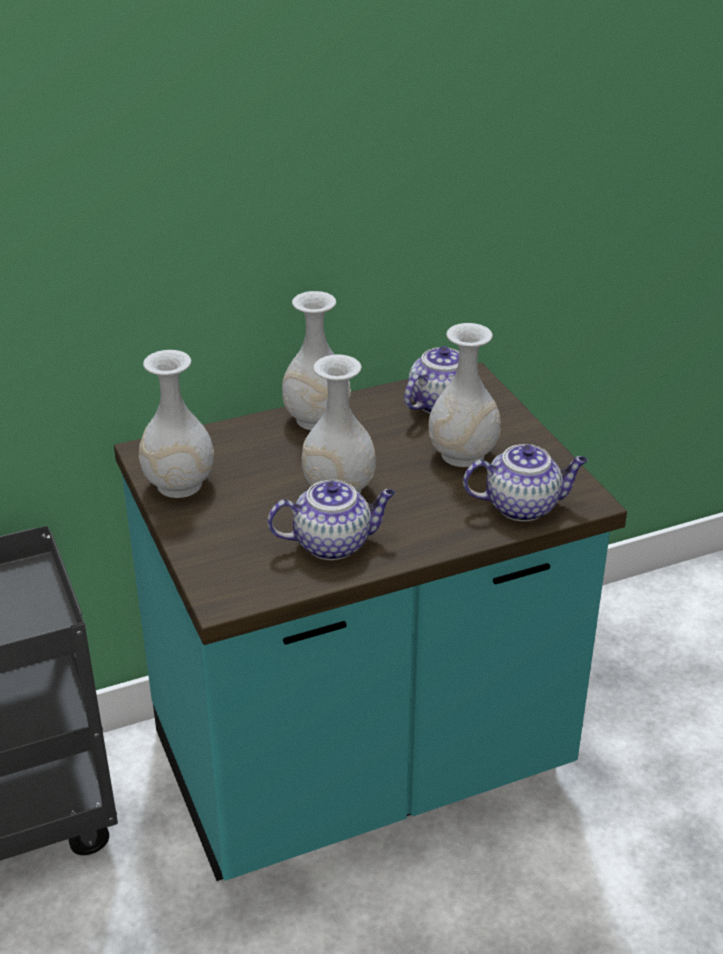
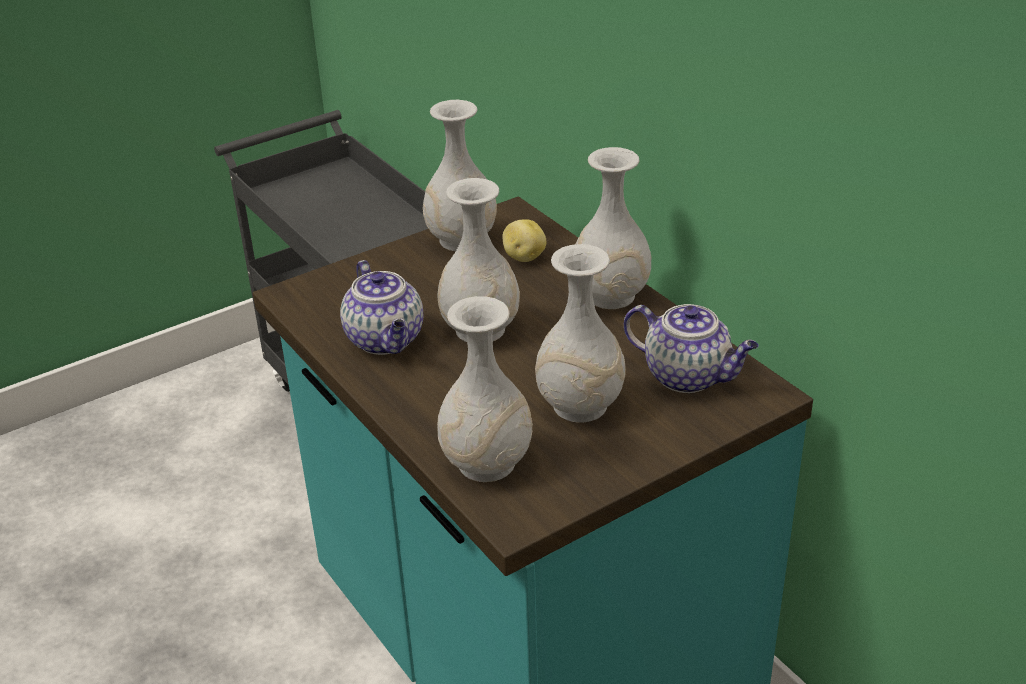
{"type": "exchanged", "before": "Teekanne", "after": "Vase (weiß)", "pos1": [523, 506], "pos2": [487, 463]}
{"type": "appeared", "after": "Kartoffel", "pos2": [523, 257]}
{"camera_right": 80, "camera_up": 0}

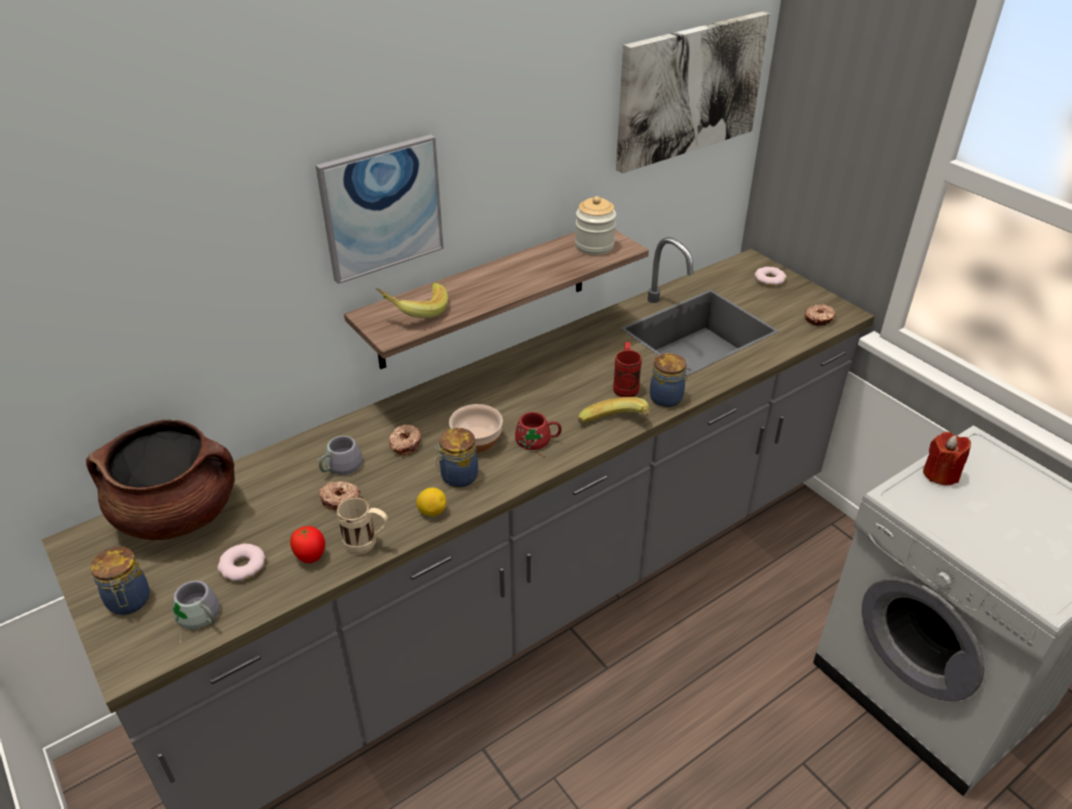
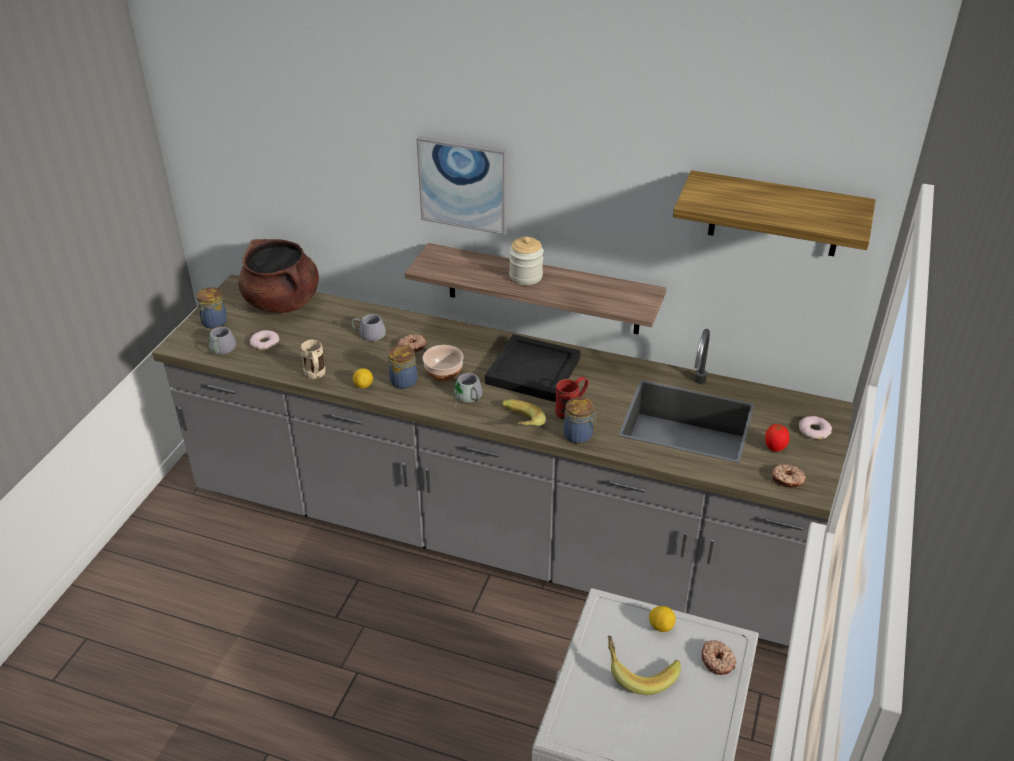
{"type": "colour", "before": "Henkelbecher (rot)", "after": "Henkelbecher (grau)", "pos1": [537, 442], "pos2": [467, 398]}
{"type": "appeared", "after": "Tablett (schwarz)", "pos2": [533, 372]}
{"type": "relocated", "before": "Vorratsglas", "pos1": [594, 246], "pos2": [526, 276]}
{"type": "relocated", "before": "Banane", "pos1": [414, 311], "pos2": [639, 672]}
{"type": "exchanged", "before": "Kerze (rot)", "after": "Zitrone", "pos1": [940, 474], "pos2": [661, 626]}
{"type": "exchanged", "before": "Bild", "after": "Wandregal", "pos1": [689, 90], "pos2": [775, 214]}
{"type": "relocated", "before": "Donut", "pos1": [340, 499], "pos2": [717, 661]}
{"type": "relocated", "before": "Tomate", "pos1": [311, 557], "pos2": [774, 448]}
{"camera_right": 55, "camera_up": 0}

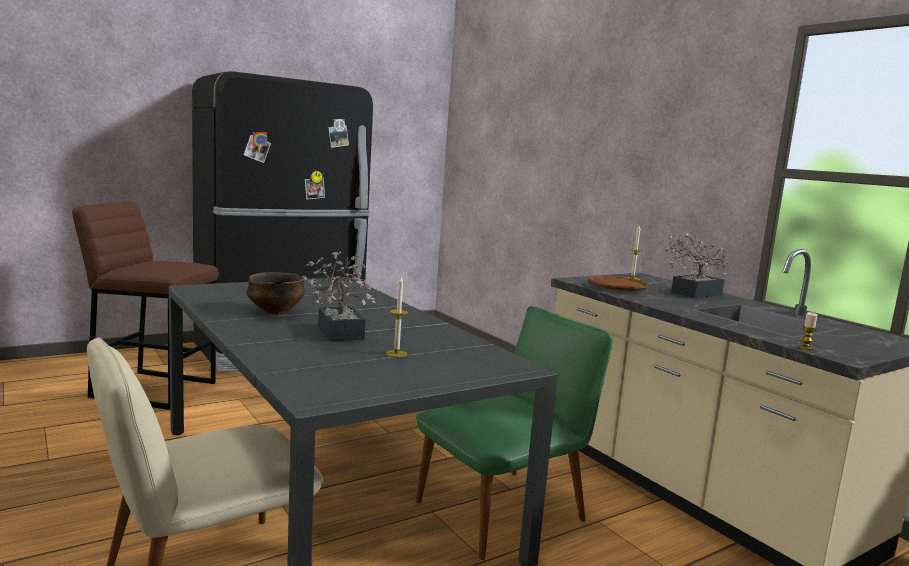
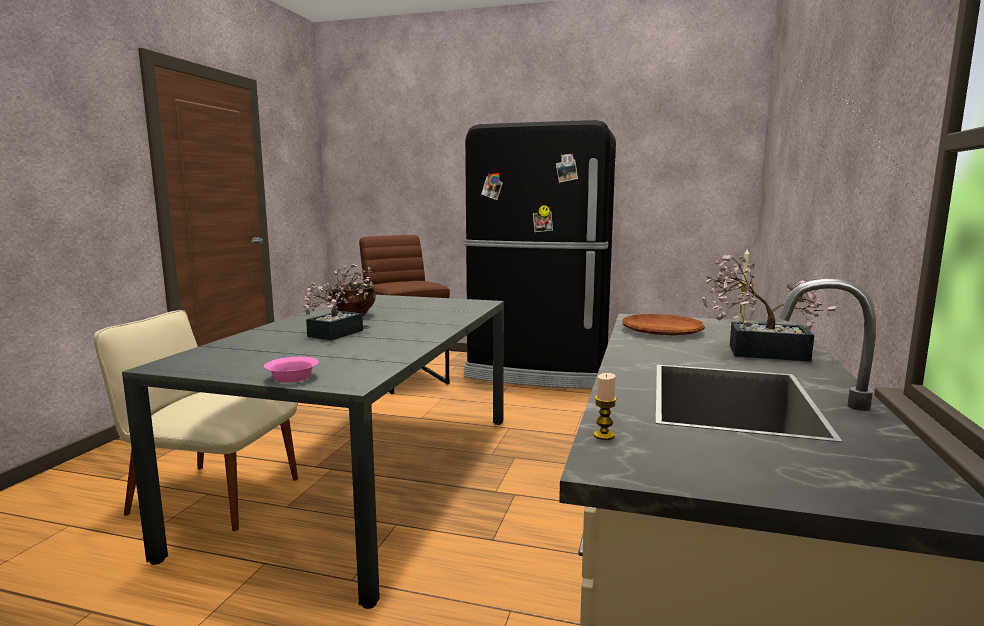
{"type": "appeared", "after": "Schüssel (rosa)", "pos2": [293, 378]}
{"type": "missing", "before": "Kerze", "pos1": [396, 353]}
{"type": "missing", "before": "Stuhl (grün)", "pos1": [500, 511]}
{"camera_right": 50, "camera_up": 0}

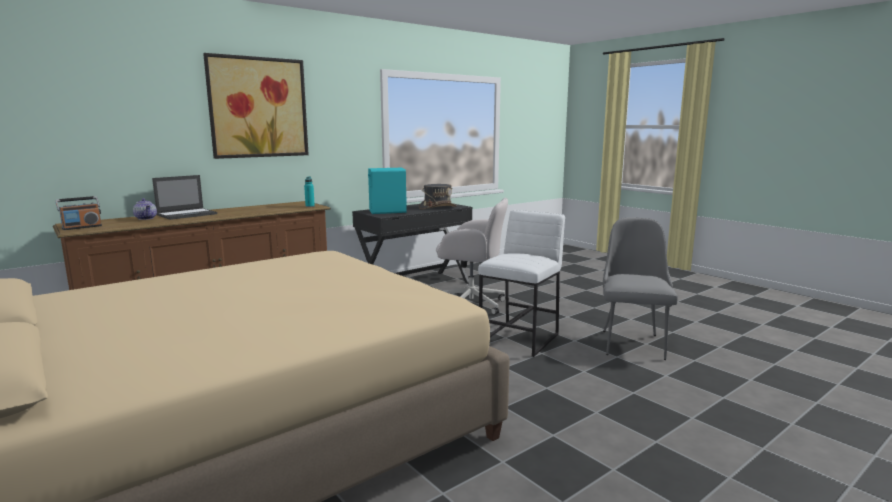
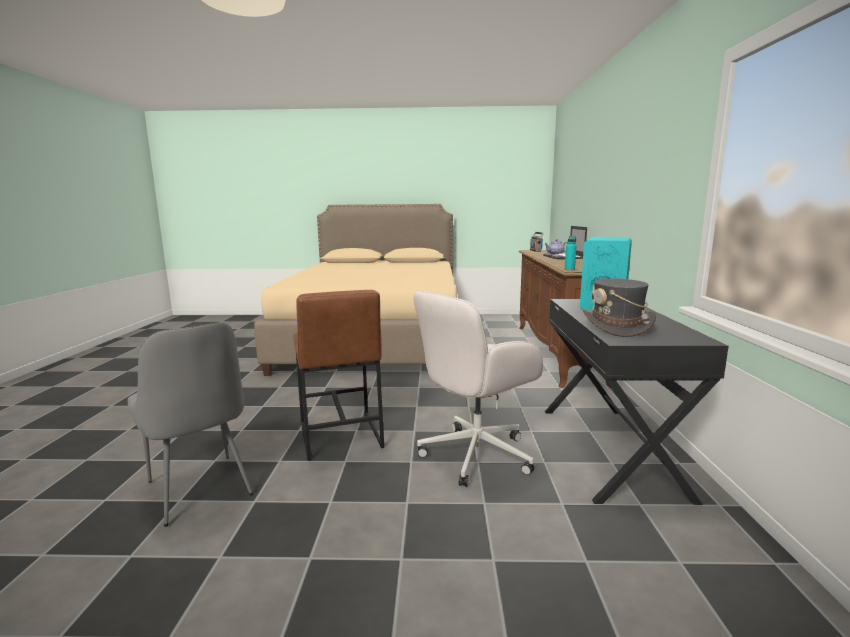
{"type": "colour", "before": "Stuhl (weiß)", "after": "Stuhl (braun)", "pos1": [520, 338], "pos2": [340, 436]}
{"type": "missing", "before": "Bild", "pos1": [258, 107]}
{"camera_right": 130, "camera_up": 0}

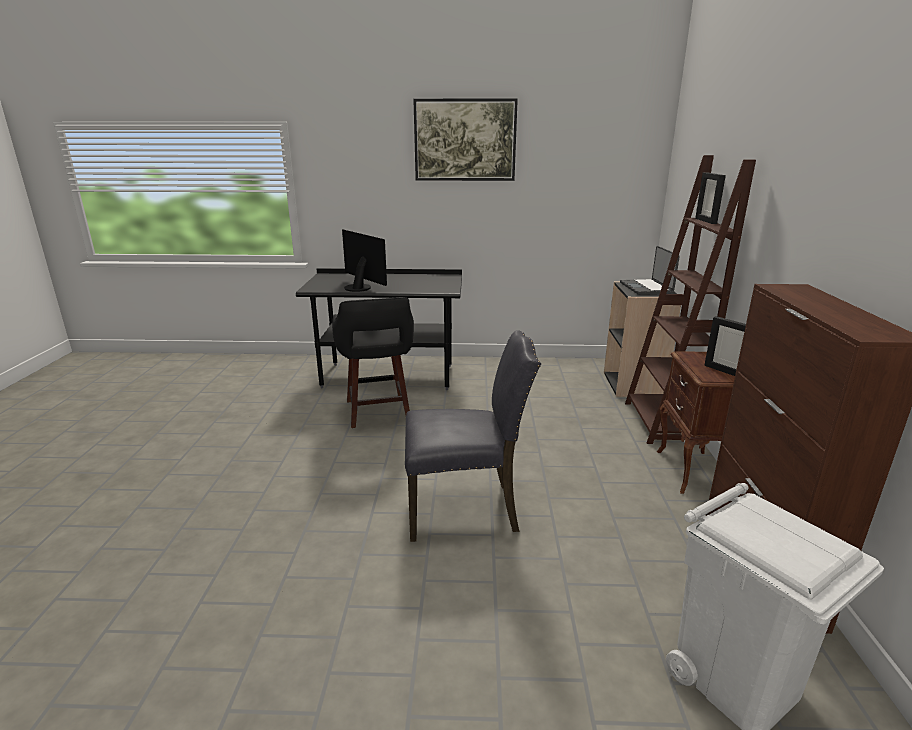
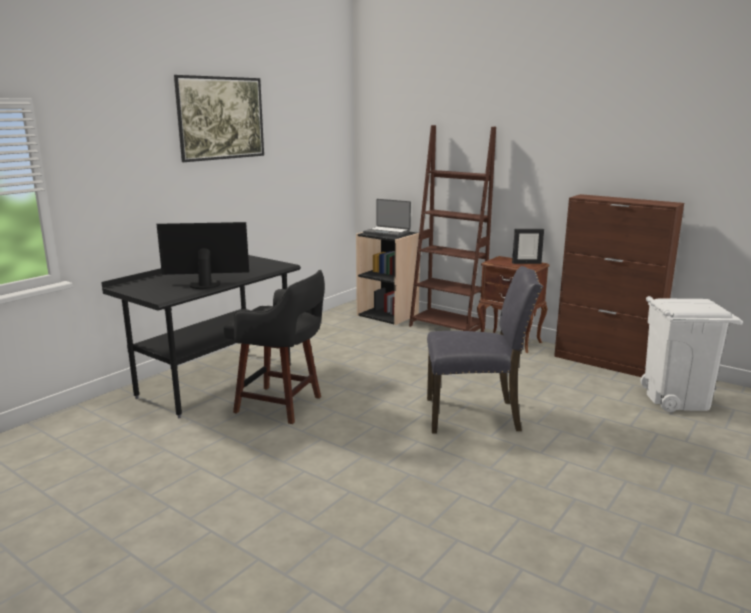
{"type": "spun", "before": "Stuhl (grau)", "pos1": [465, 509], "pos2": [475, 415], "turn": 60}
{"type": "missing", "before": "Bilderrahmen", "pos1": [706, 221]}
{"camera_right": -55, "camera_up": -5}

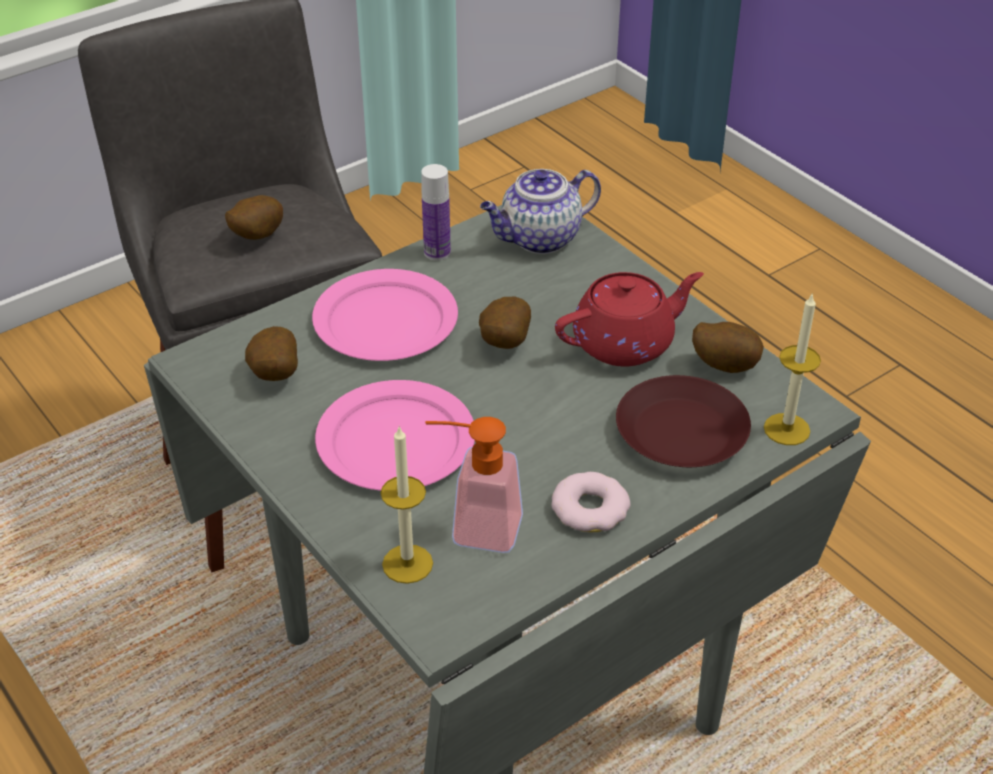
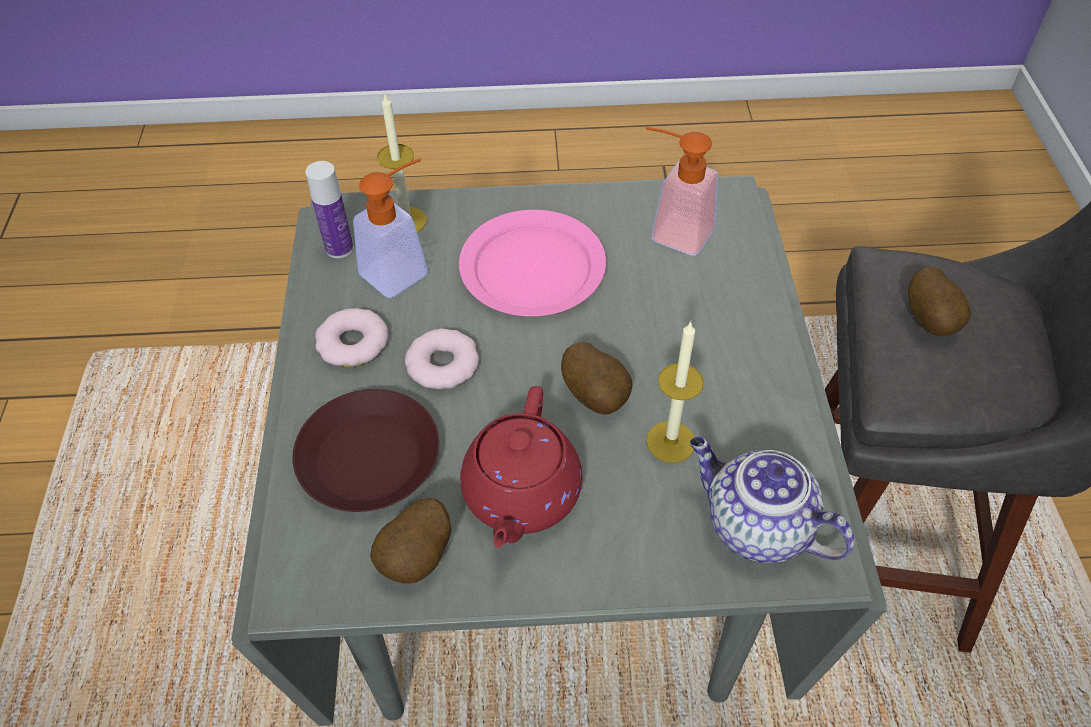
{"type": "relocated", "before": "Flasche", "pos1": [437, 252], "pos2": [339, 248]}
{"type": "appeared", "after": "Donut", "pos2": [442, 364]}
{"type": "exchanged", "before": "Kartoffel", "after": "Seifenspender", "pos1": [274, 376], "pos2": [672, 231]}
{"type": "relocated", "before": "Kerze", "pos1": [786, 429], "pos2": [670, 441]}
{"type": "spun", "before": "Teekanne", "pos1": [539, 239], "pos2": [755, 526], "turn": -60}
{"type": "missing", "before": "Teller (rosa)", "pos1": [384, 321]}
{"camera_right": 125, "camera_up": 10}

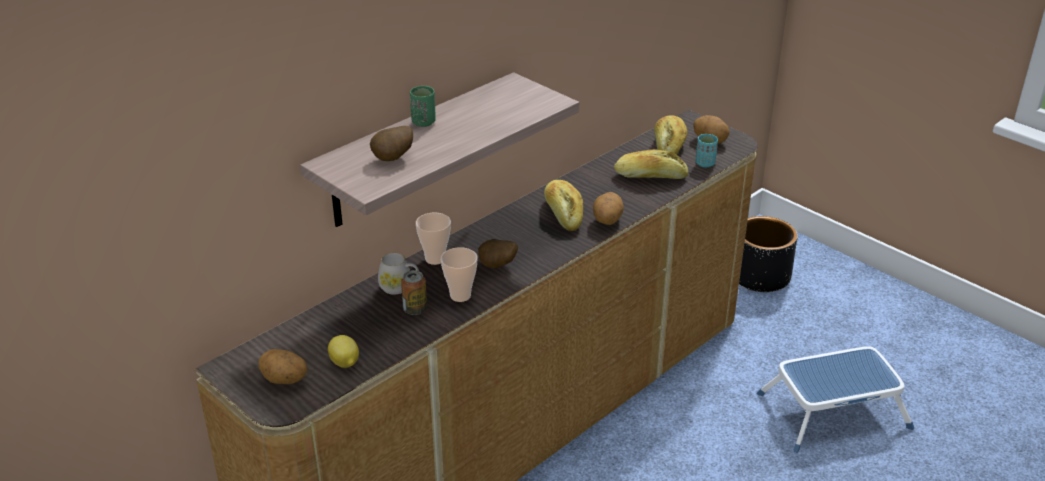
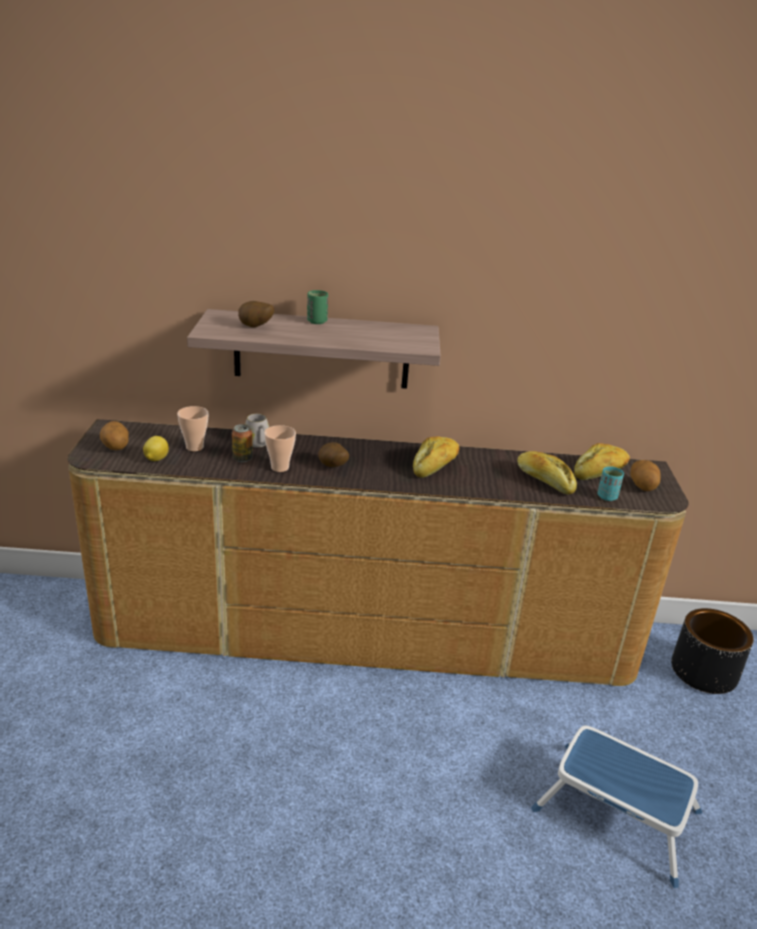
{"type": "relocated", "before": "Tasse", "pos1": [435, 259], "pos2": [194, 447]}
{"type": "missing", "before": "Kartoffel", "pos1": [607, 221]}
{"camera_right": 45, "camera_up": -5}

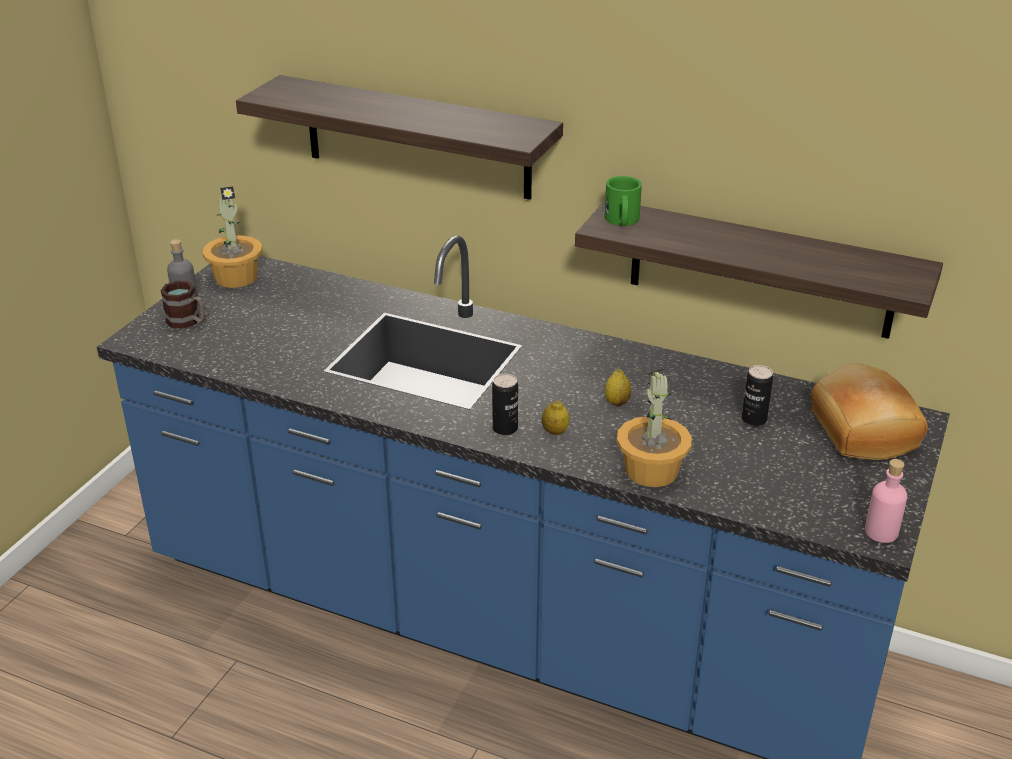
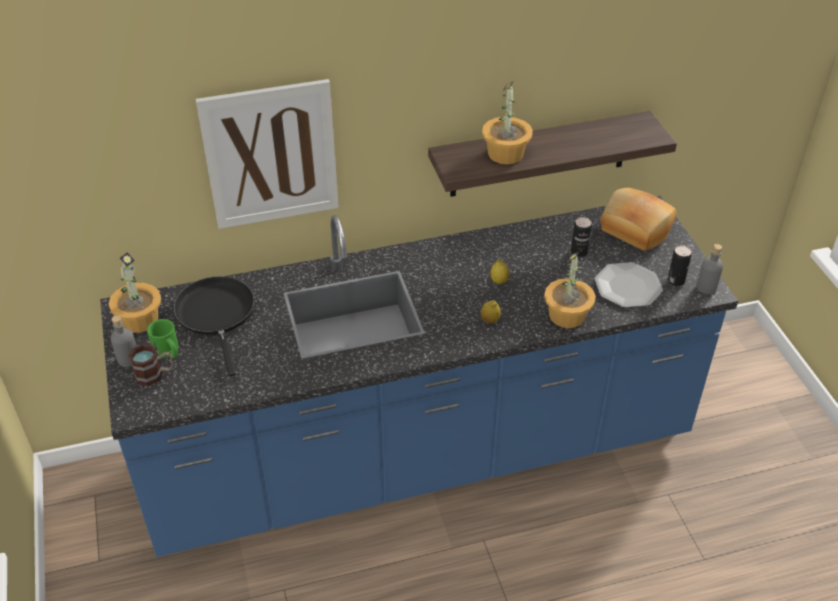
{"type": "relocated", "before": "Henkelbecher (grün)", "pos1": [622, 221], "pos2": [168, 352]}
{"type": "appeared", "after": "Pfanne (schwarz)", "pos2": [217, 315]}
{"type": "exchanged", "before": "Wandregal", "after": "Bild", "pos1": [417, 137], "pos2": [270, 155]}
{"type": "appeared", "after": "Topfpflanze", "pos2": [506, 154]}
{"type": "appeared", "after": "Teller", "pos2": [627, 286]}
{"type": "relocated", "before": "Dose", "pos1": [505, 428], "pos2": [676, 281]}
{"type": "colour", "before": "Flasche (rosa)", "after": "Flasche (grau)", "pos1": [881, 532], "pos2": [706, 287]}
{"camera_right": -40, "camera_up": 10}

